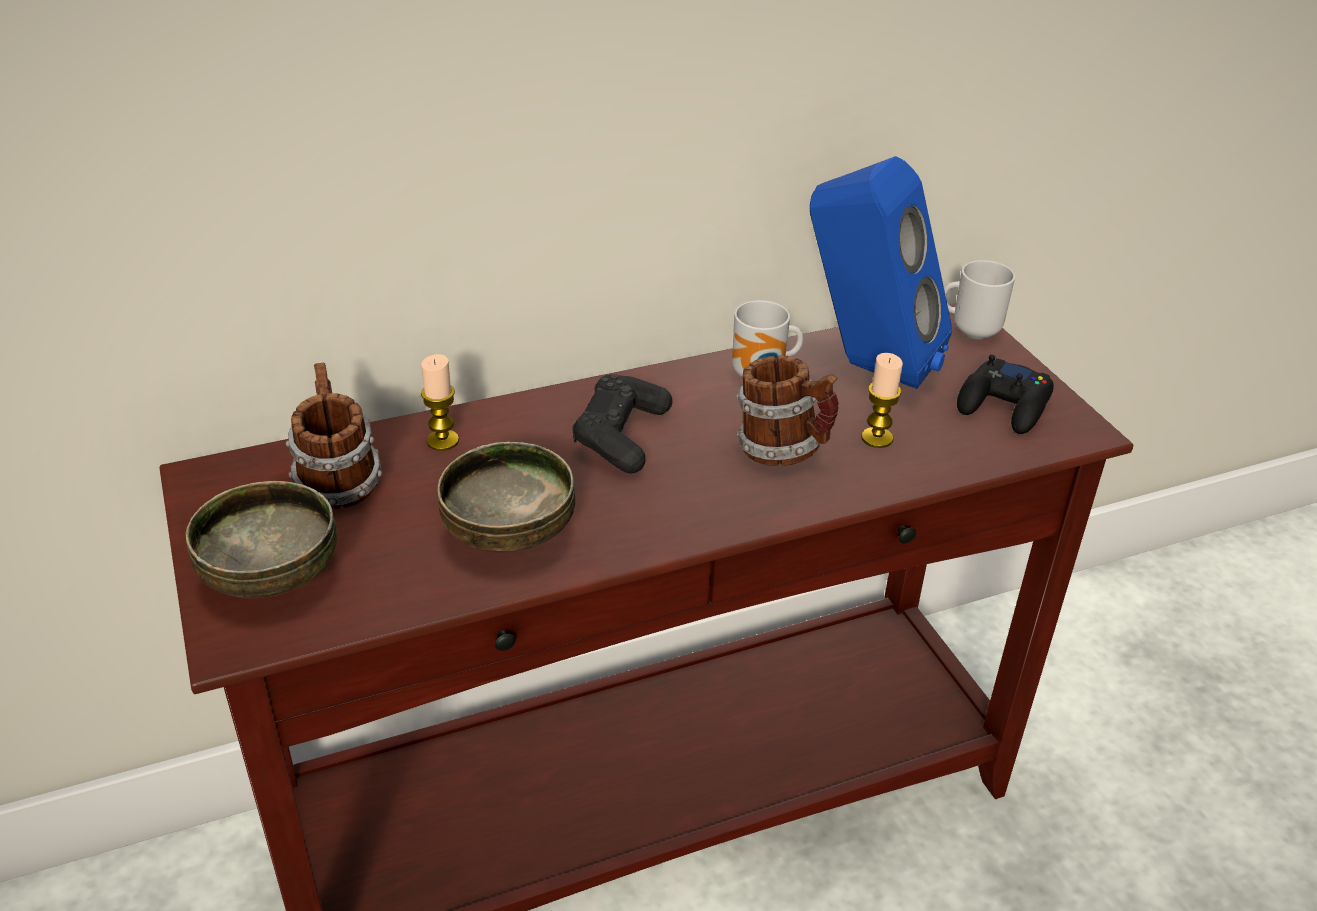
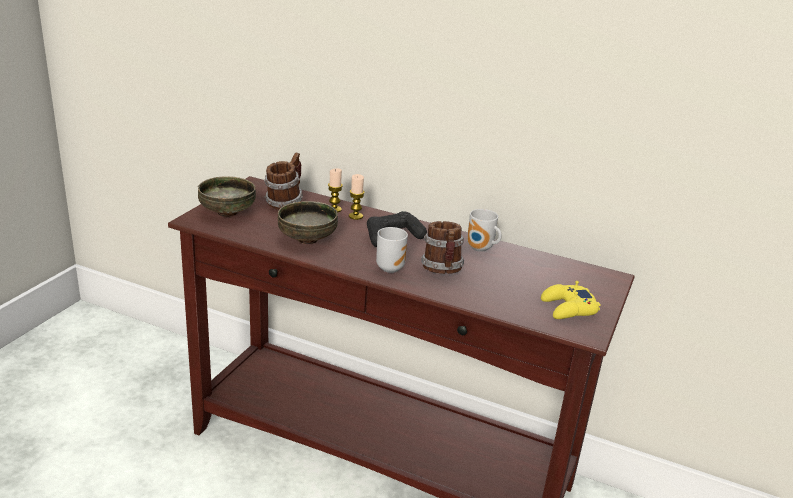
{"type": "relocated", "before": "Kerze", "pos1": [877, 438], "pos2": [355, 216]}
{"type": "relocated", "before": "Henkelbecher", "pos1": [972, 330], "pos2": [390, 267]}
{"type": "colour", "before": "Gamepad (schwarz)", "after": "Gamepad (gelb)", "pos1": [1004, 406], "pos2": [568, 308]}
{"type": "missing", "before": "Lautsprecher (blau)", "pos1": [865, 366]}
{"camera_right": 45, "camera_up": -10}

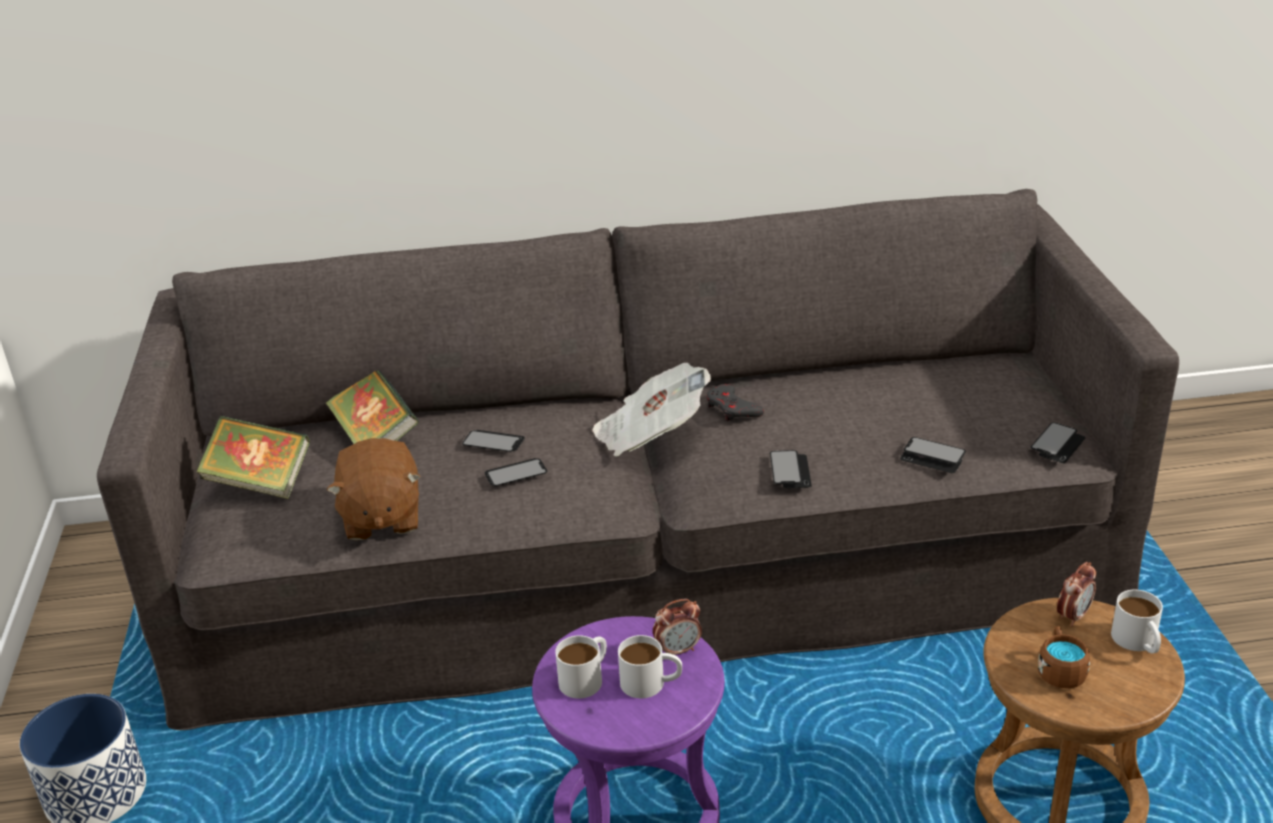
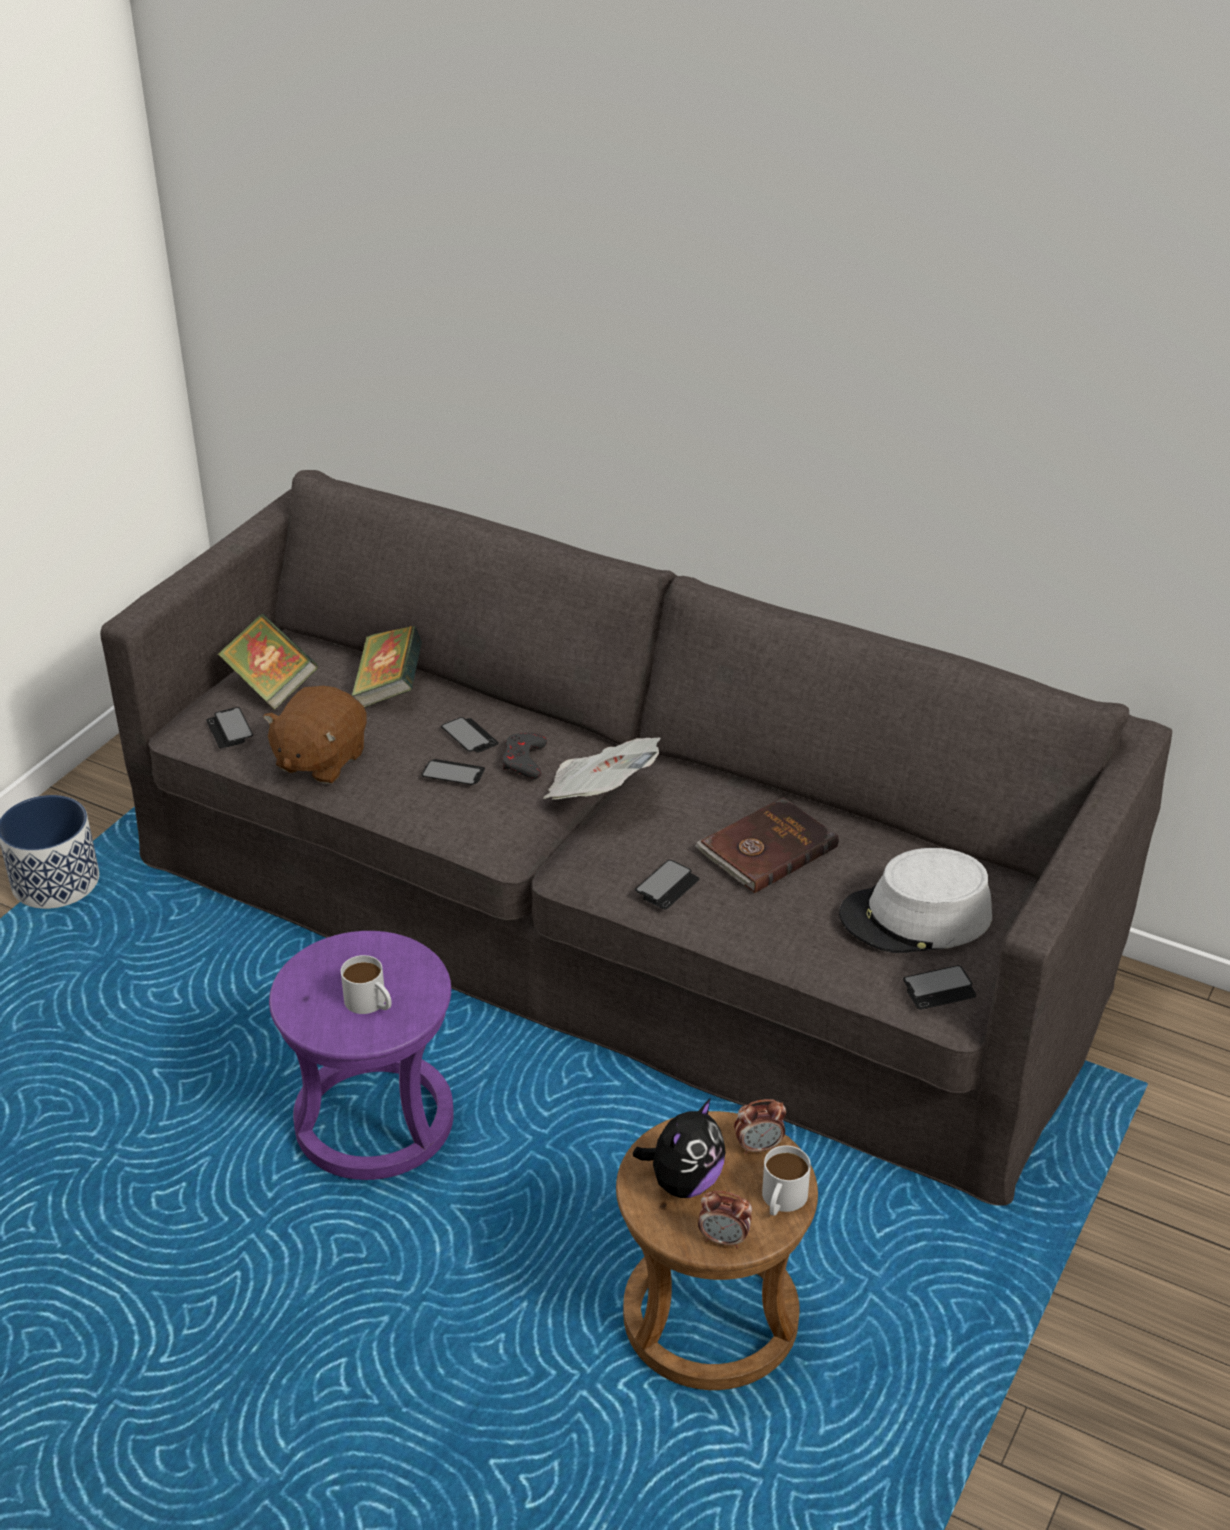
{"type": "relocated", "before": "Handy", "pos1": [932, 457], "pos2": [229, 729]}
{"type": "relocated", "before": "Gamepad (grau)", "pos1": [732, 408], "pos2": [524, 760]}
{"type": "exchanged", "before": "Henkelbecher (braun)", "after": "Plüschtier", "pos1": [1060, 670], "pos2": [683, 1182]}
{"type": "appeared", "after": "Buch (braun)", "pos2": [766, 849]}
{"type": "relocated", "before": "Wecker", "pos1": [678, 650], "pos2": [724, 1239]}
{"type": "appeared", "after": "Hut (grau)", "pos2": [916, 917]}
{"type": "missing", "before": "Henkelbecher (weiß)", "pos1": [586, 677]}
{"camera_right": 35, "camera_up": 5}

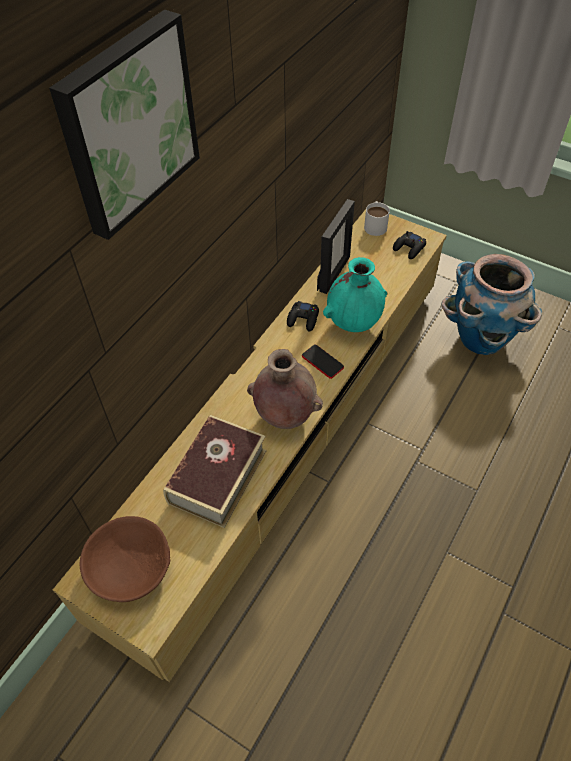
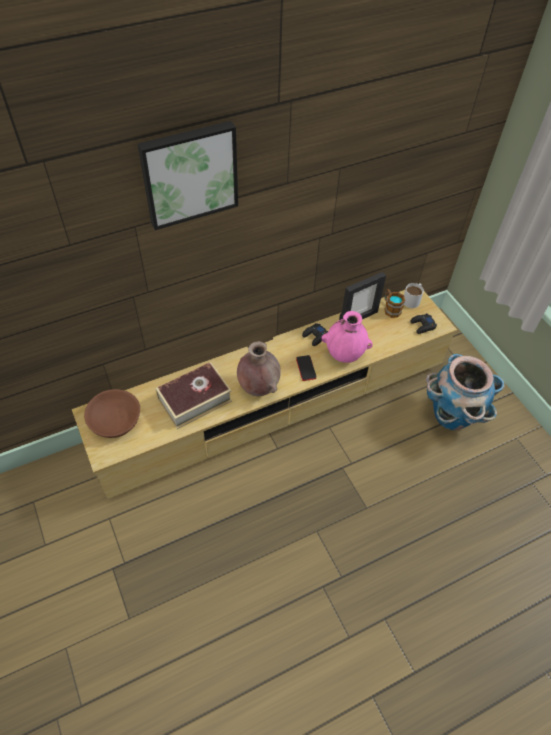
{"type": "colour", "before": "Vase (türkis)", "after": "Vase (rosa)", "pos1": [353, 324], "pos2": [344, 355]}
{"type": "appeared", "after": "Henkelbecher", "pos2": [390, 308]}
{"camera_right": 30, "camera_up": 0}

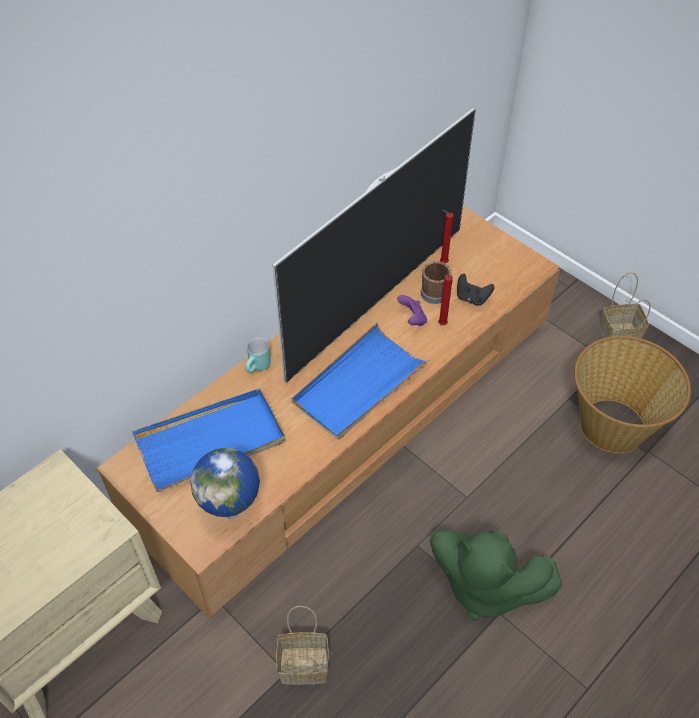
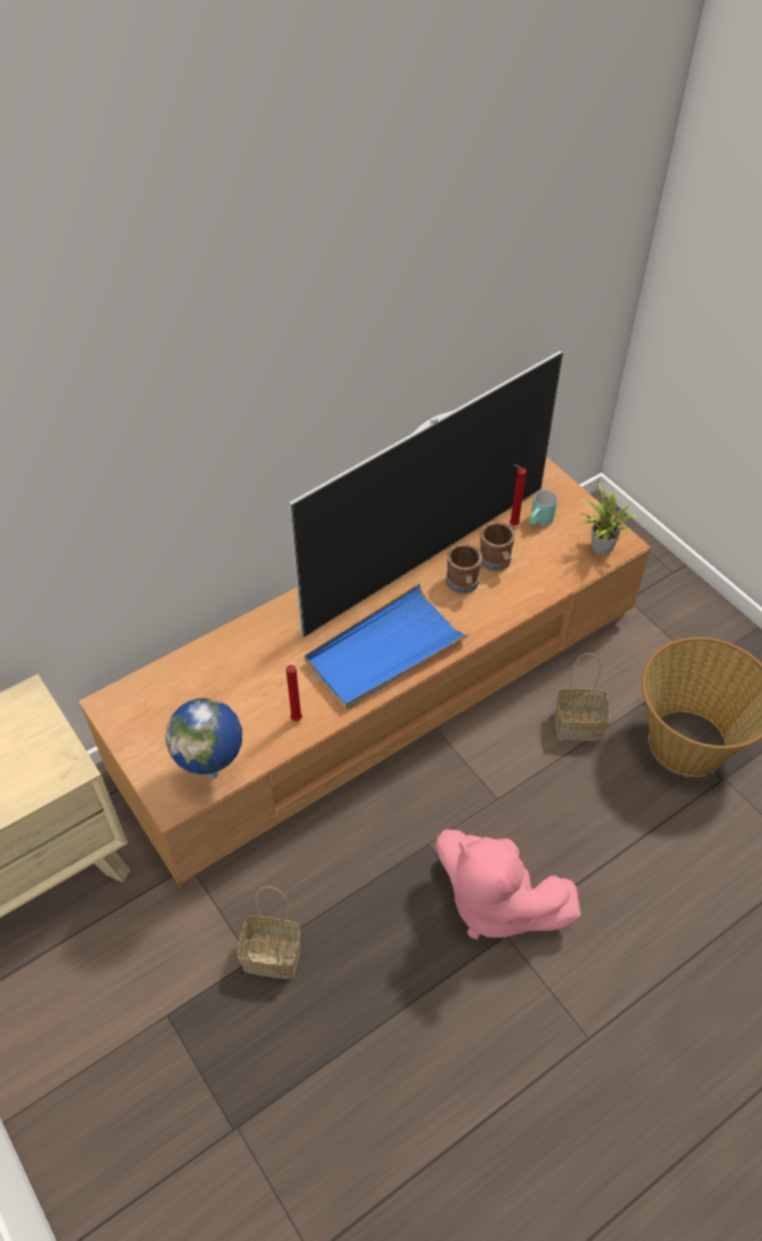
{"type": "relocated", "before": "Kerze (rot)", "pos1": [442, 325], "pos2": [295, 720]}
{"type": "colour", "before": "Plüschtier (grün)", "after": "Plüschtier (rosa)", "pos1": [484, 586], "pos2": [494, 902]}
{"type": "exchanged", "before": "Gamepad (lila)", "after": "Henkelbecher (braun)", "pos1": [412, 319], "pos2": [463, 585]}
{"type": "relocated", "before": "Henkelbecher (türkis)", "pos1": [258, 367], "pos2": [540, 522]}
{"type": "relocated", "before": "Korb", "pos1": [620, 333], "pos2": [580, 724]}
{"type": "appeared", "after": "Topfpflanze", "pos2": [599, 548]}
{"type": "missing", "before": "Tablett (blau)", "pos1": [211, 442]}
{"type": "missing", "before": "Gamepad (schwarz)", "pos1": [472, 298]}
{"camera_right": 10, "camera_up": 0}

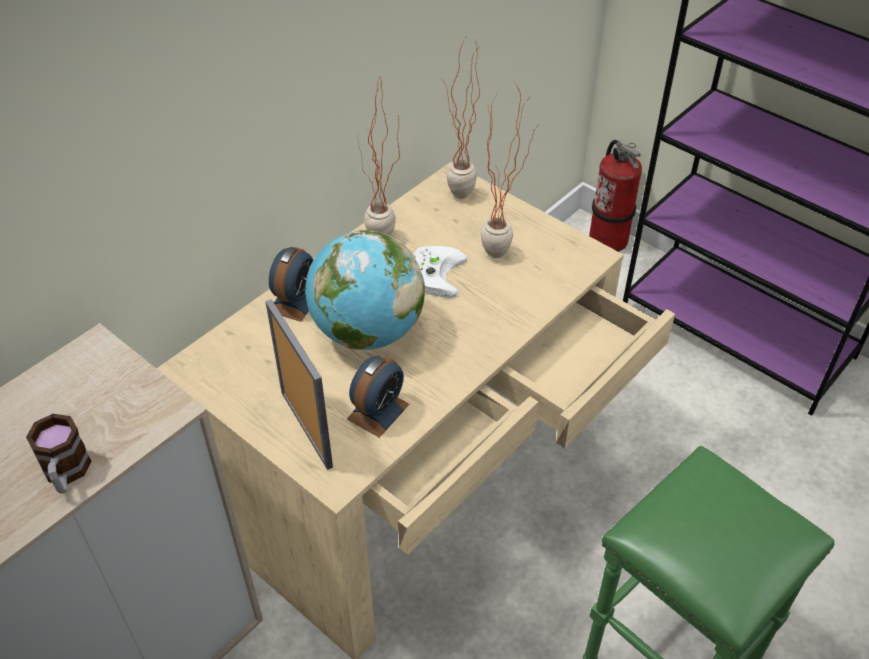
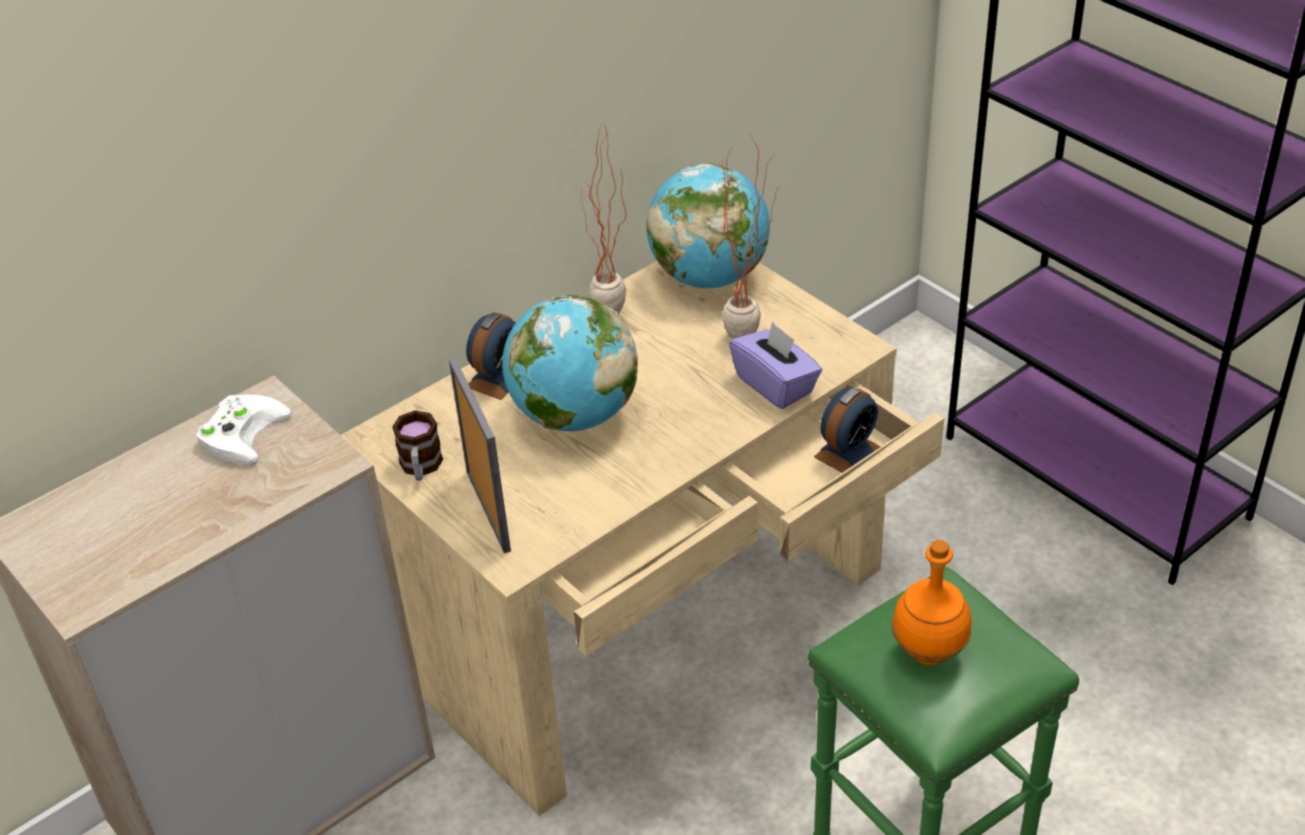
{"type": "relocated", "before": "Gamepad (weiß)", "pos1": [434, 273], "pos2": [242, 431]}
{"type": "relocated", "before": "Henkelbecher", "pos1": [66, 474], "pos2": [421, 468]}
{"type": "exchanged", "before": "Topfpflanze", "after": "Globus", "pos1": [458, 200], "pos2": [709, 276]}
{"type": "appeared", "after": "Taschentuchbox (lila)", "pos2": [775, 385]}
{"type": "relocated", "before": "Wecker", "pos1": [378, 411], "pos2": [847, 452]}
{"type": "appeared", "after": "Flasche (orange)", "pos2": [930, 652]}
{"type": "missing", "before": "Feuerlöscher", "pos1": [608, 239]}
{"camera_right": 10, "camera_up": -5}

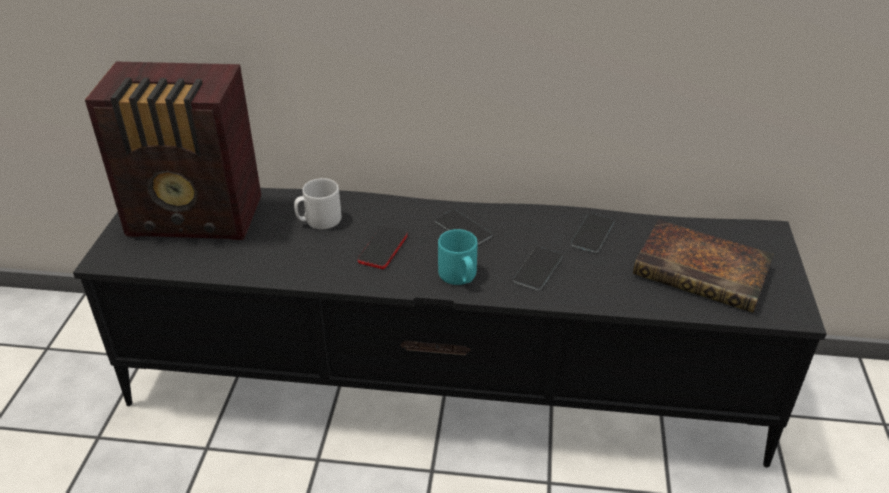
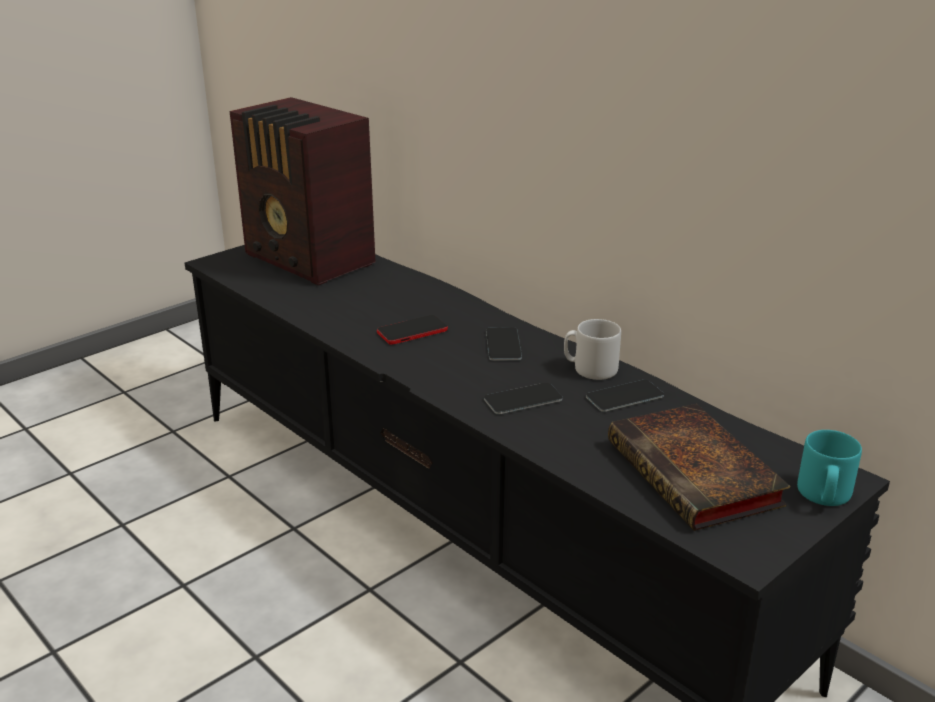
{"type": "relocated", "before": "Henkelbecher (grau)", "pos1": [319, 221], "pos2": [590, 369]}
{"type": "relocated", "before": "Henkelbecher (türkis)", "pos1": [459, 276], "pos2": [824, 495]}
{"camera_right": 40, "camera_up": -10}

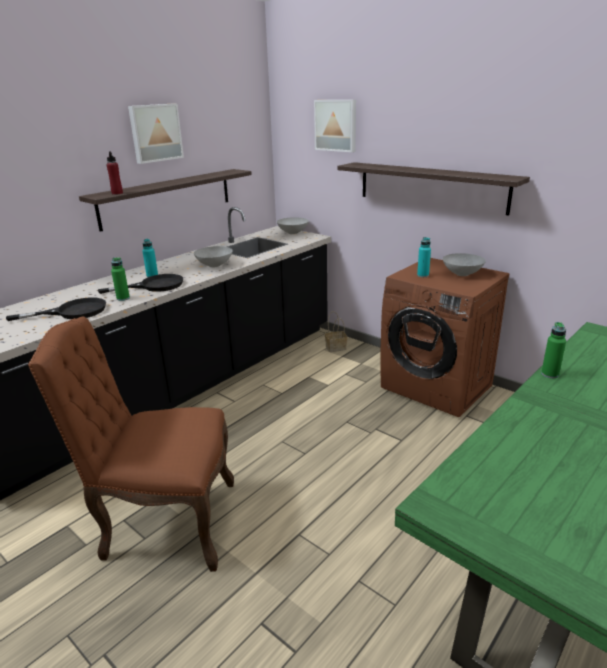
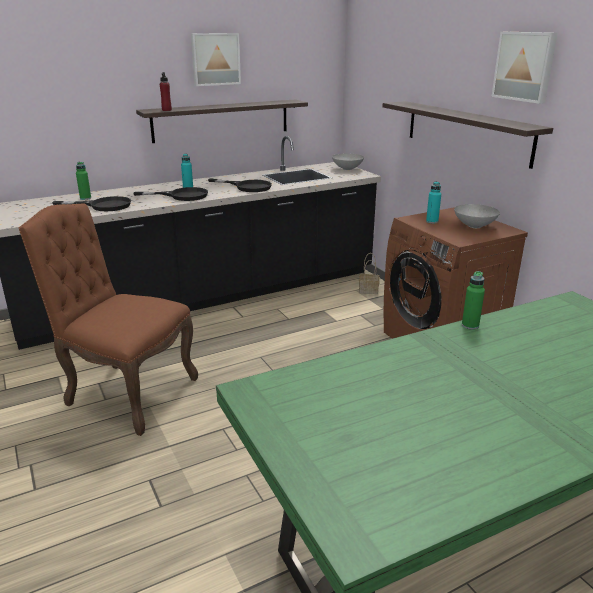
{"type": "relocated", "before": "Flasche (grün)", "pos1": [123, 298], "pos2": [85, 198]}
{"type": "exchanged", "before": "Schüssel (grau)", "after": "Pfanne (schwarz)", "pos1": [215, 265], "pos2": [247, 187]}
{"type": "relocated", "before": "Bild", "pos1": [336, 125], "pos2": [525, 66]}
{"camera_right": 20, "camera_up": 0}

